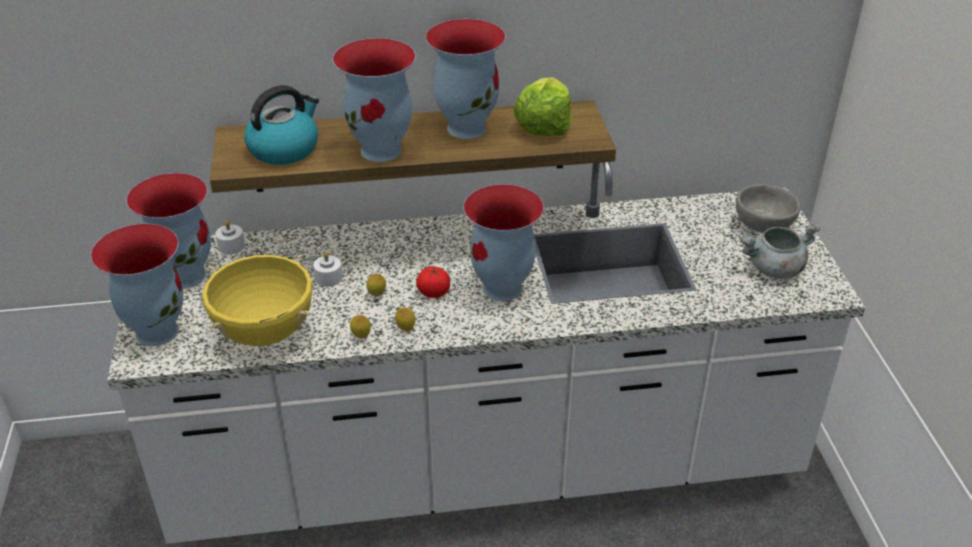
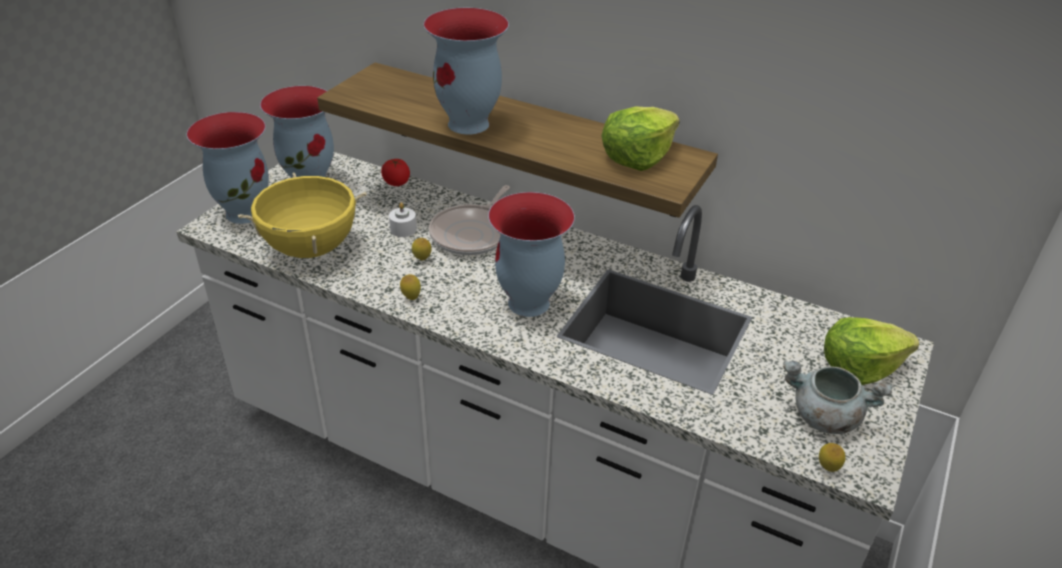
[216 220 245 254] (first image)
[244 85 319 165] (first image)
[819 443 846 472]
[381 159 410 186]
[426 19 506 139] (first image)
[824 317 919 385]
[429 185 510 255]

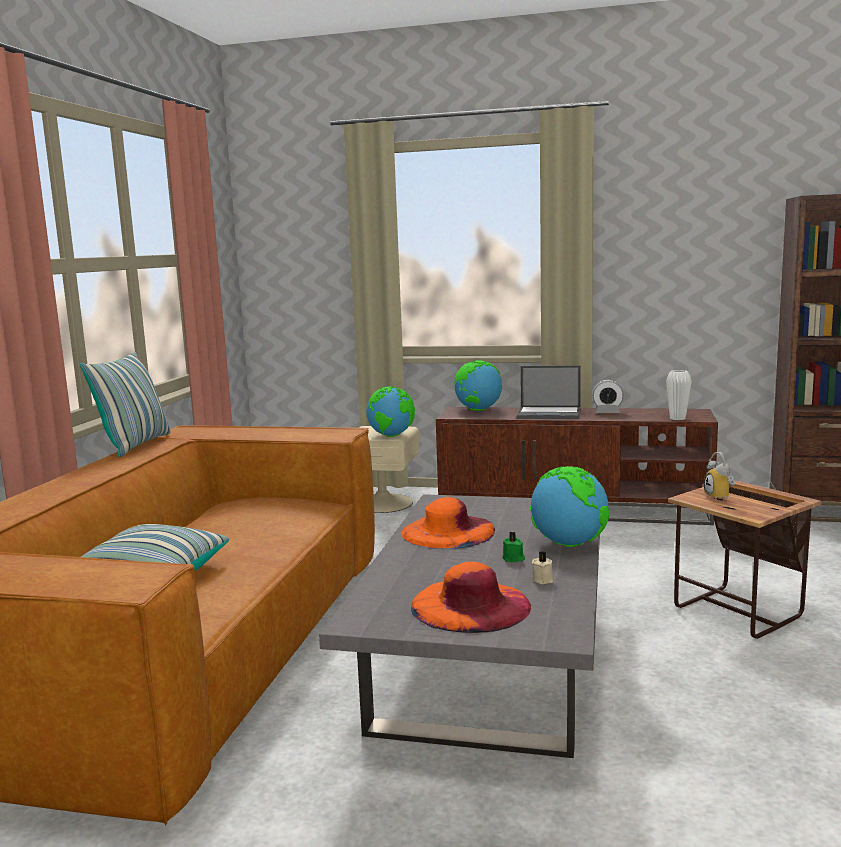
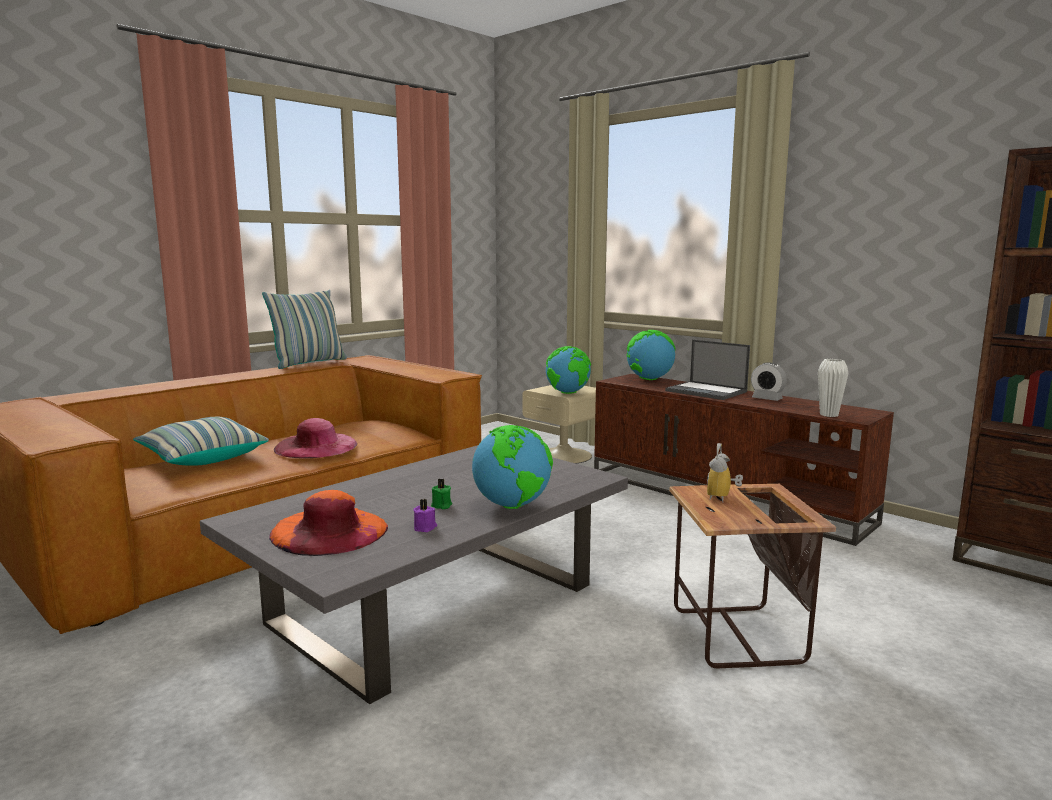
[401 497 495 549] (first image)
[413 499 437 532]
[274 418 357 458]

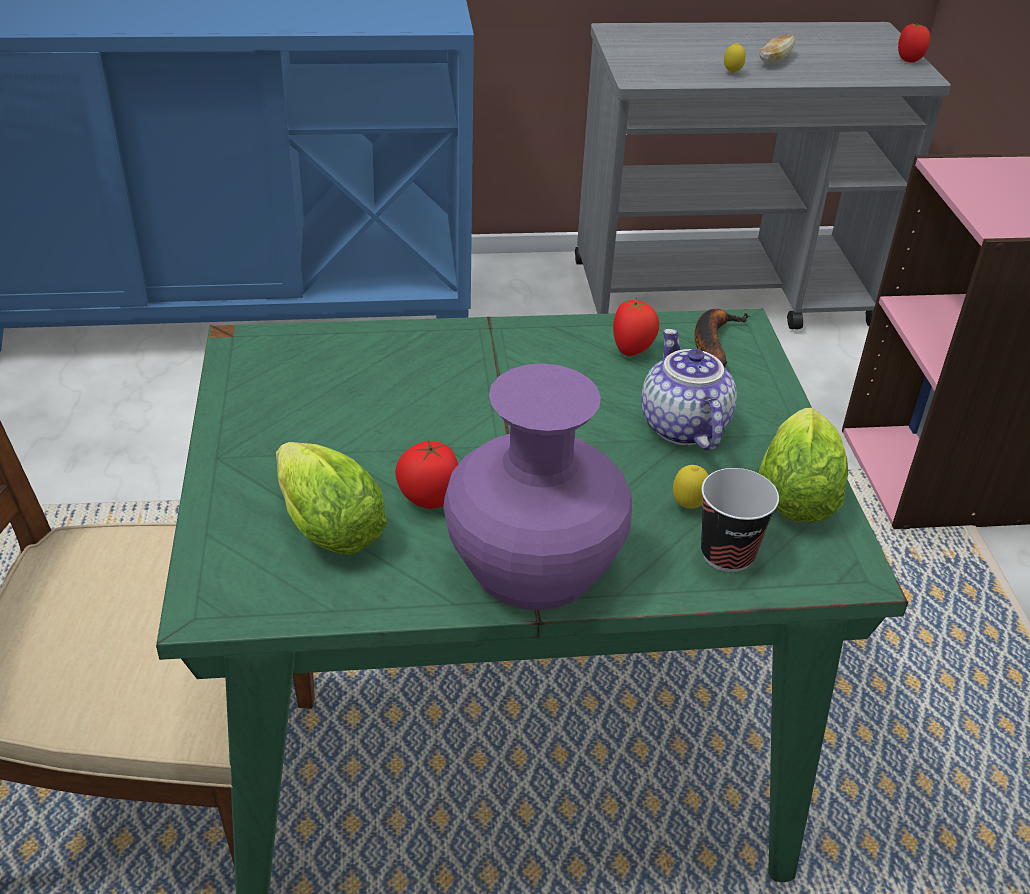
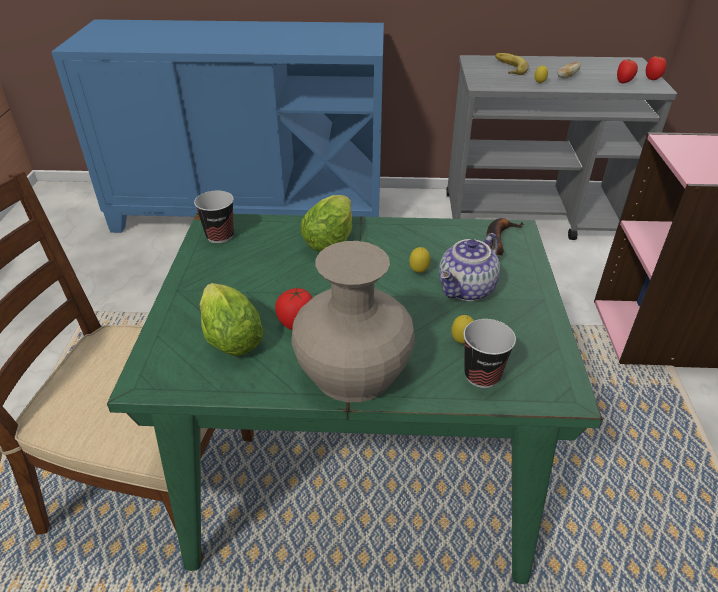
[291 241 415 402]
[617 59 638 83]
[439 233 500 301]
[300 195 352 252]
[194 190 234 243]
[409 247 431 273]
[495 53 529 75]

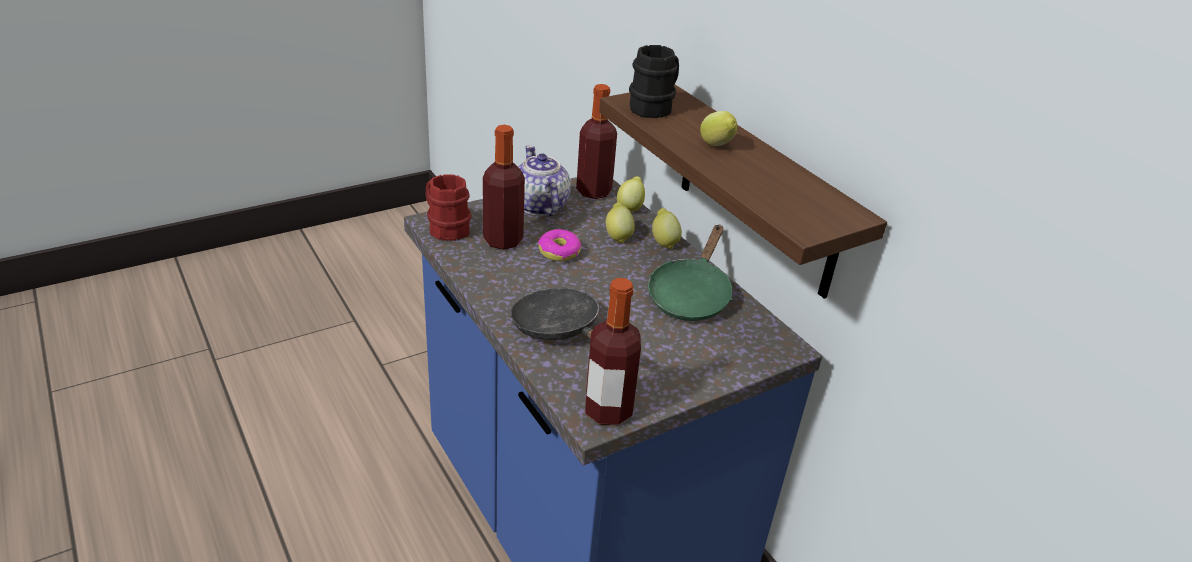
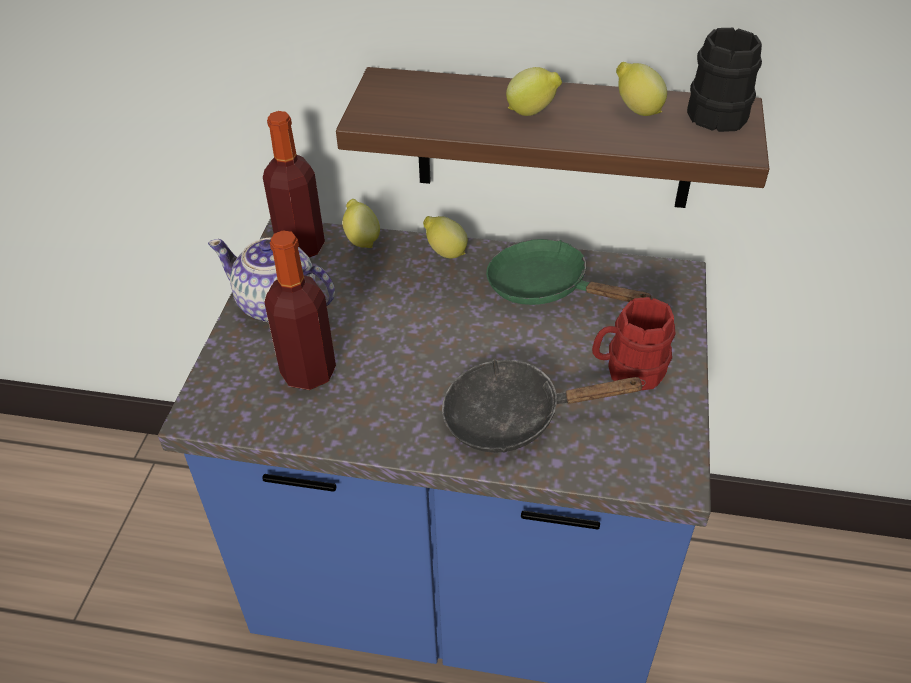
[592 297 675 391]
[538 229 581 261] (first image)
[585 278 641 425] (first image)
[616 62 667 116]
[687 28 762 132]
[486 239 653 305]

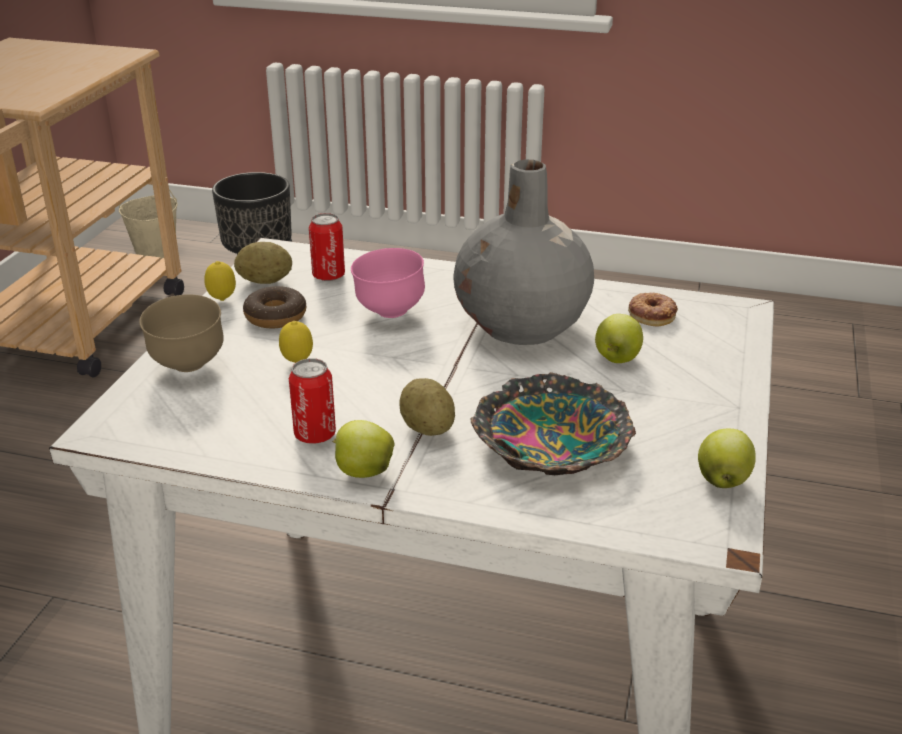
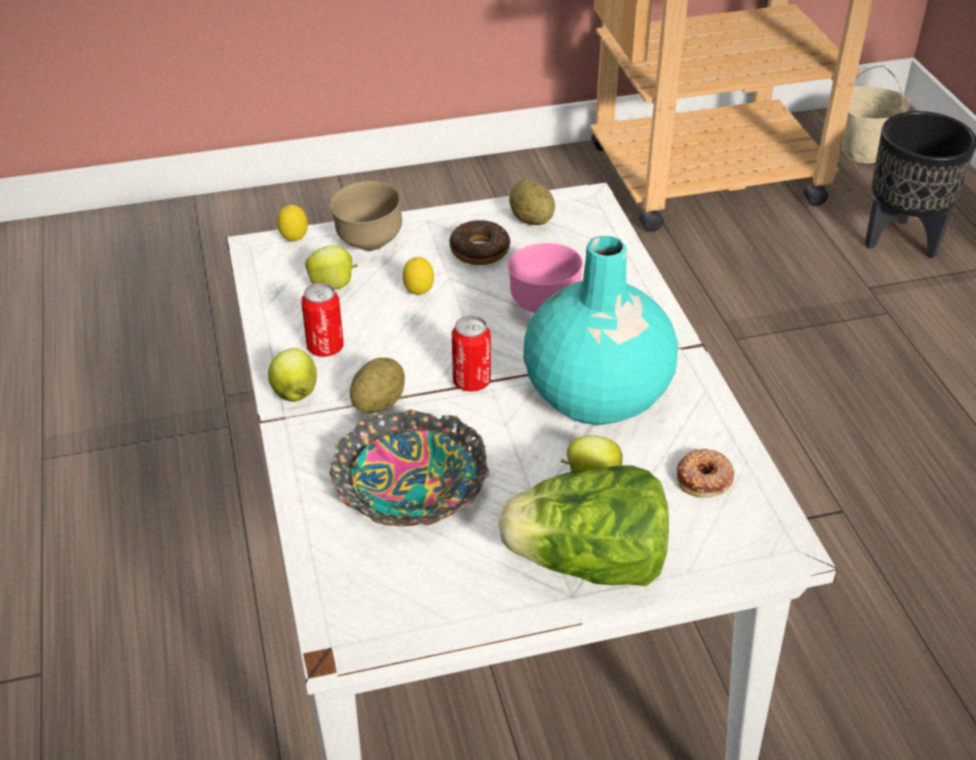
[277 205 308 242]
[452 316 491 392]
[523 236 678 425]
[305 246 358 290]
[498 465 669 586]

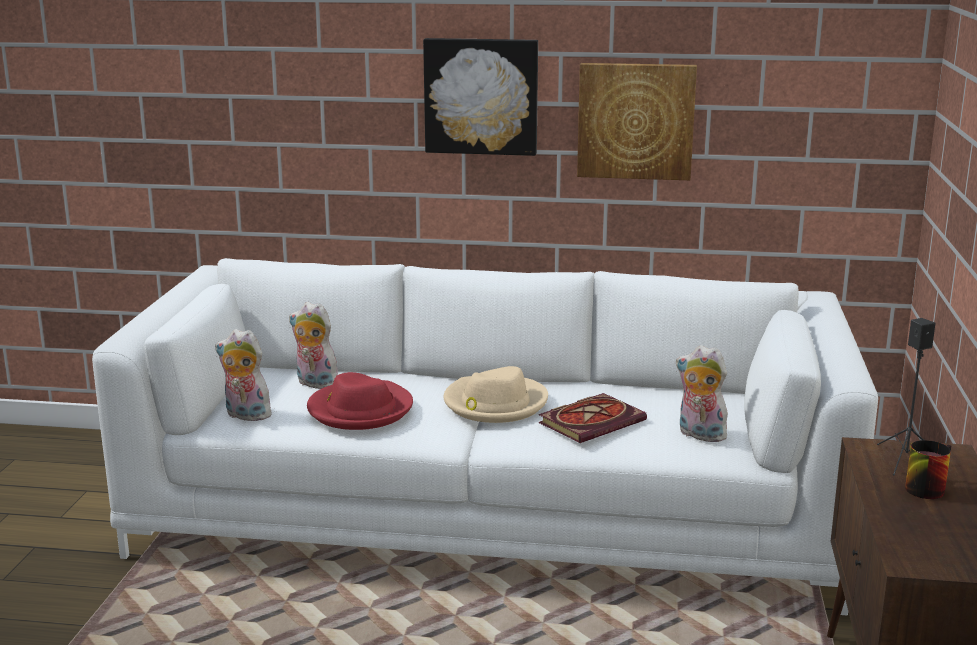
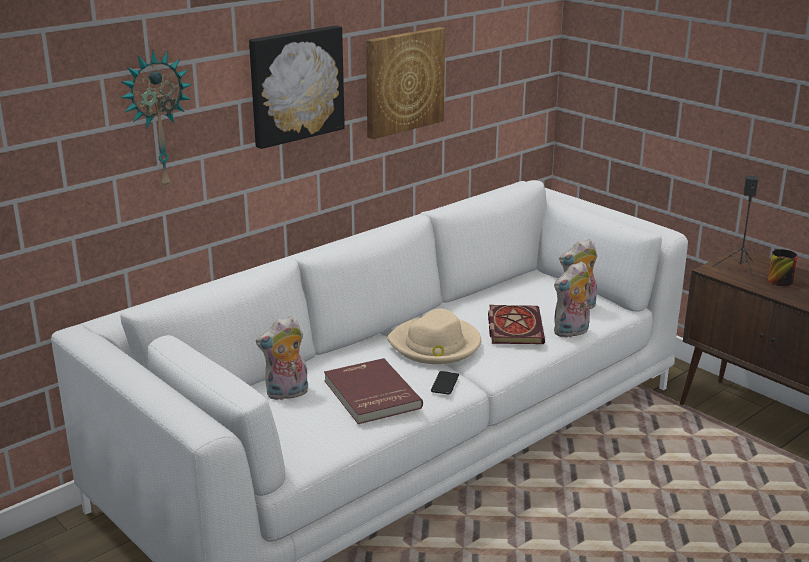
[554 261 590 338]
[324 358 423 424]
[120 50 192 190]
[431 371 459 394]

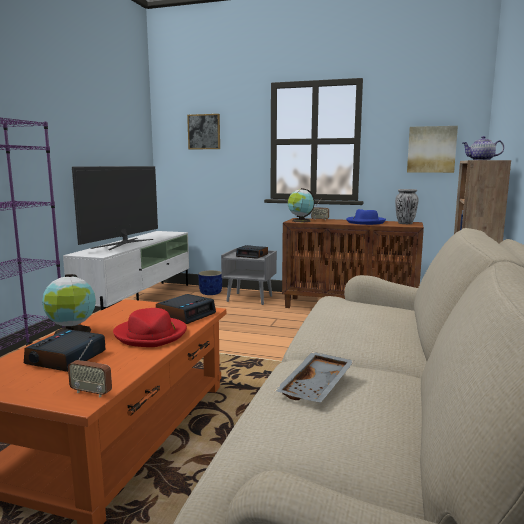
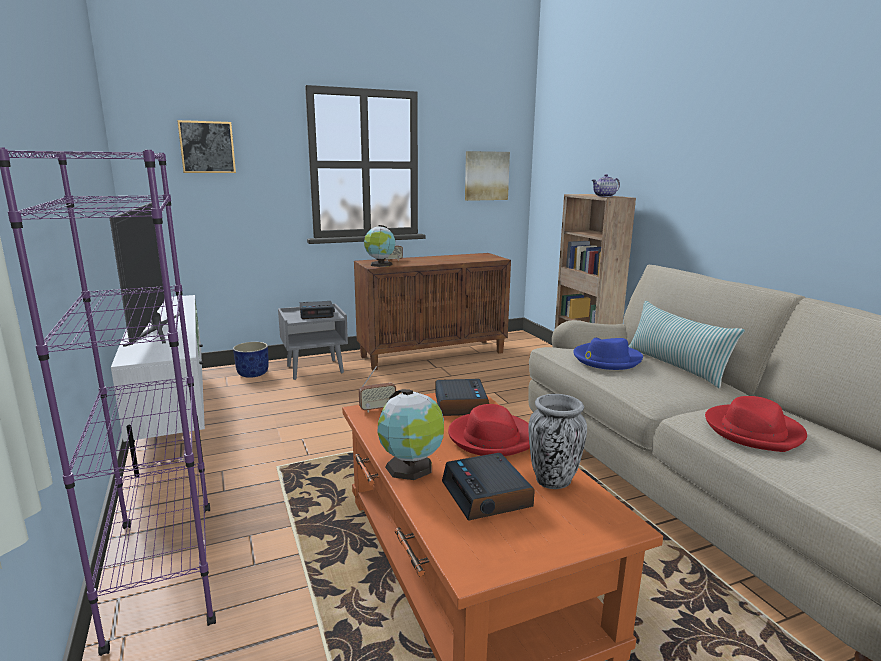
[359 366 396 412]
[705 396 807 452]
[573 338 643 370]
[528 394 587 489]
[629 301 745 389]

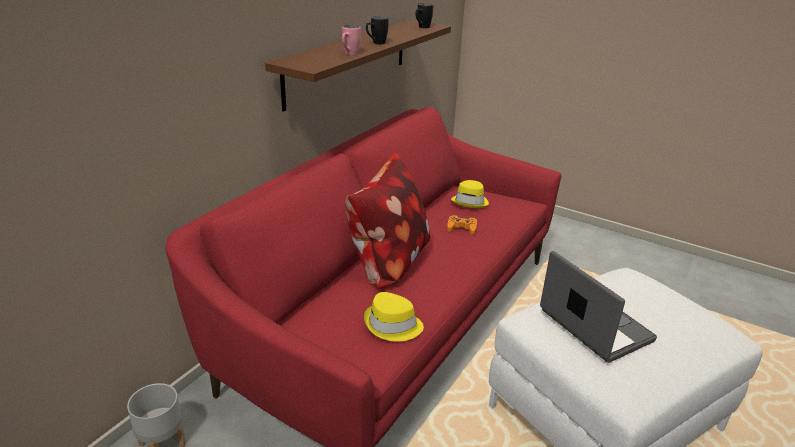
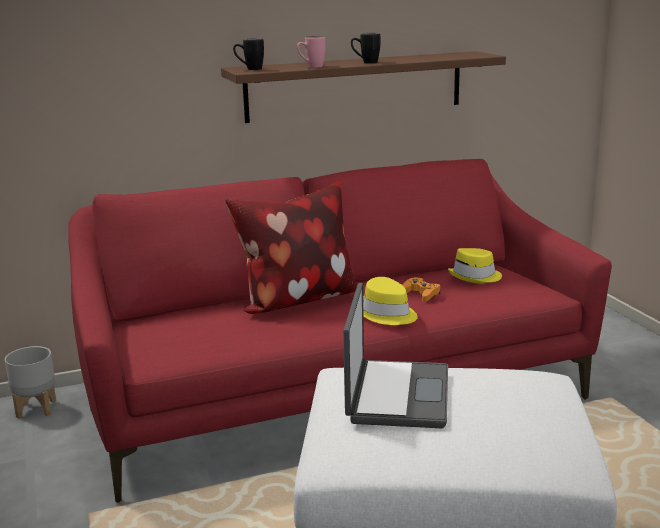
[363 277 418 325]
[233 38 264 70]

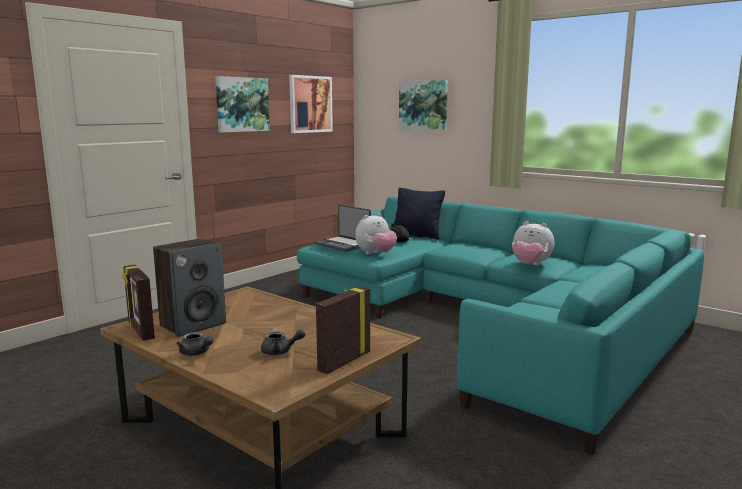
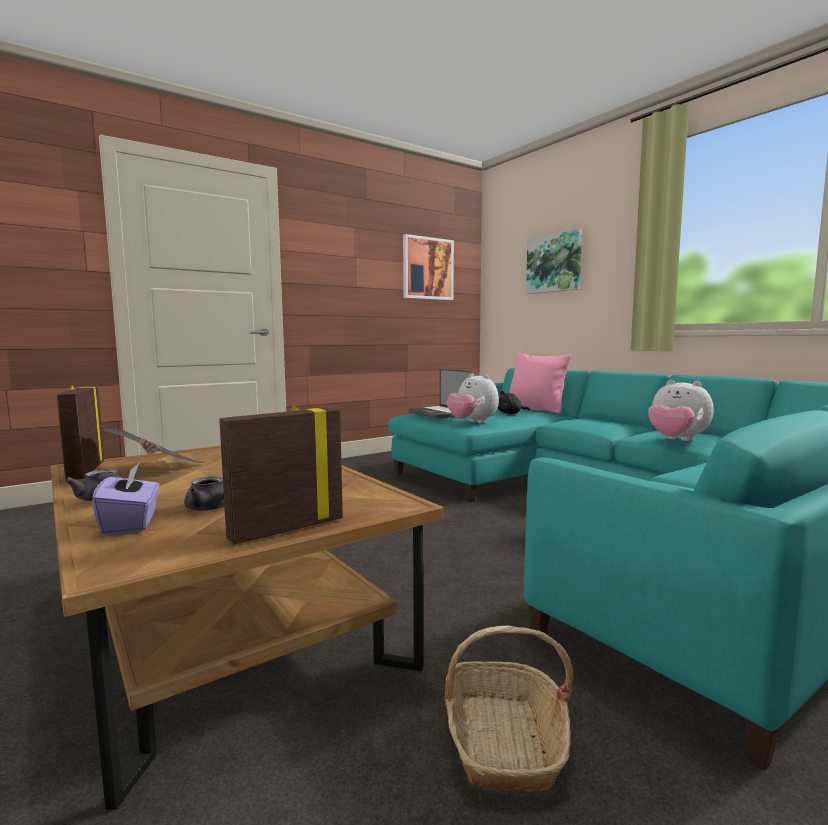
[99 426 205 463]
[215 76 270 133] (first image)
[447 373 499 423]
[509 354 571 414]
[92 462 159 535]
[445 626 573 792]

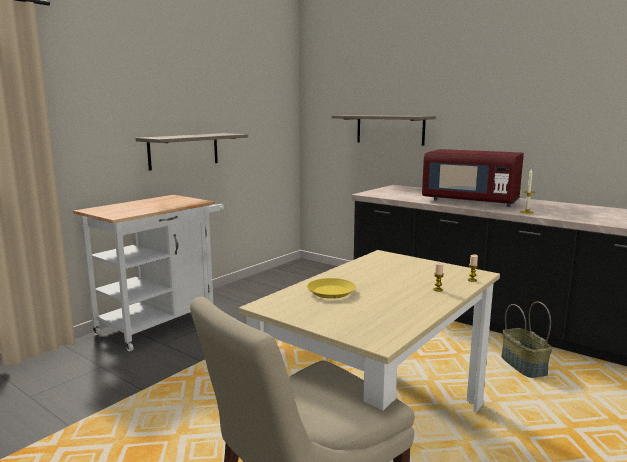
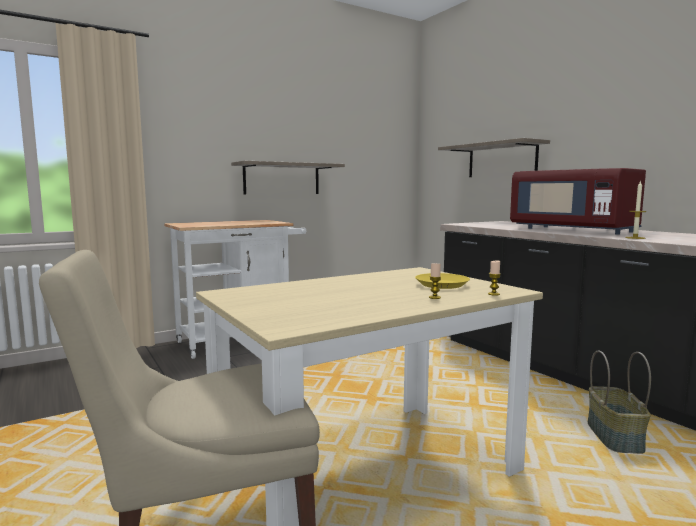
[415 273 470 289]

